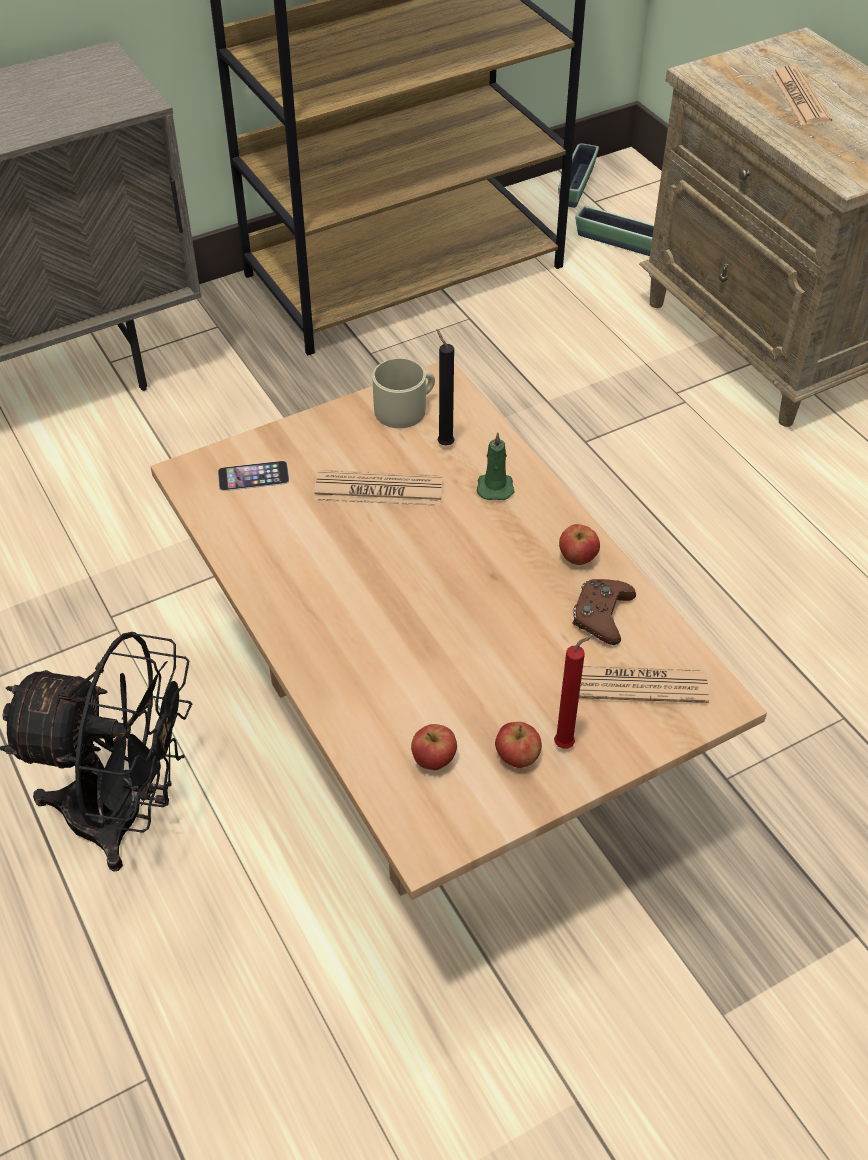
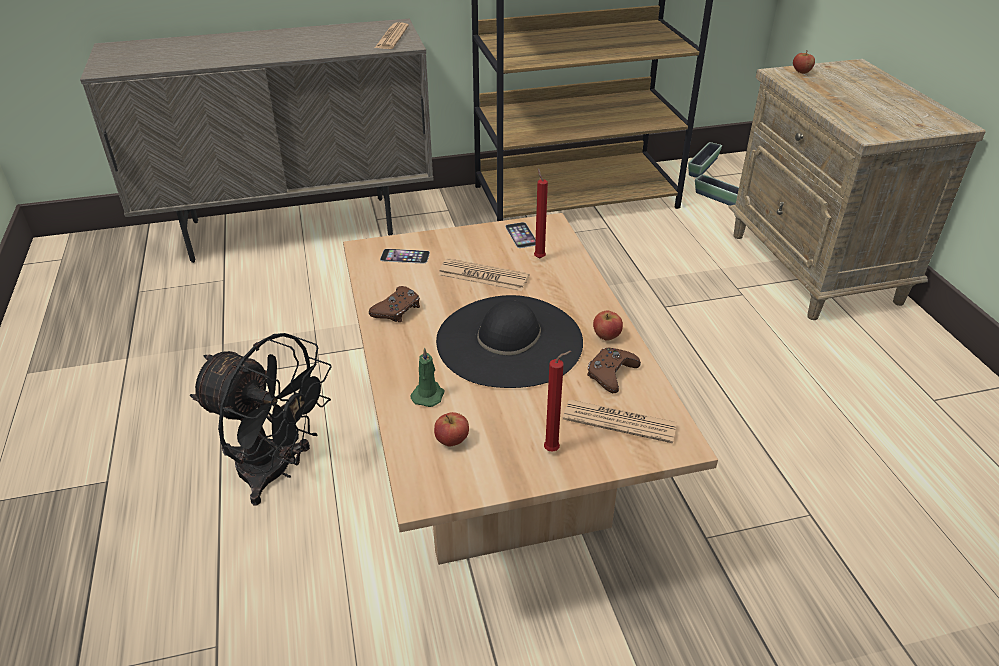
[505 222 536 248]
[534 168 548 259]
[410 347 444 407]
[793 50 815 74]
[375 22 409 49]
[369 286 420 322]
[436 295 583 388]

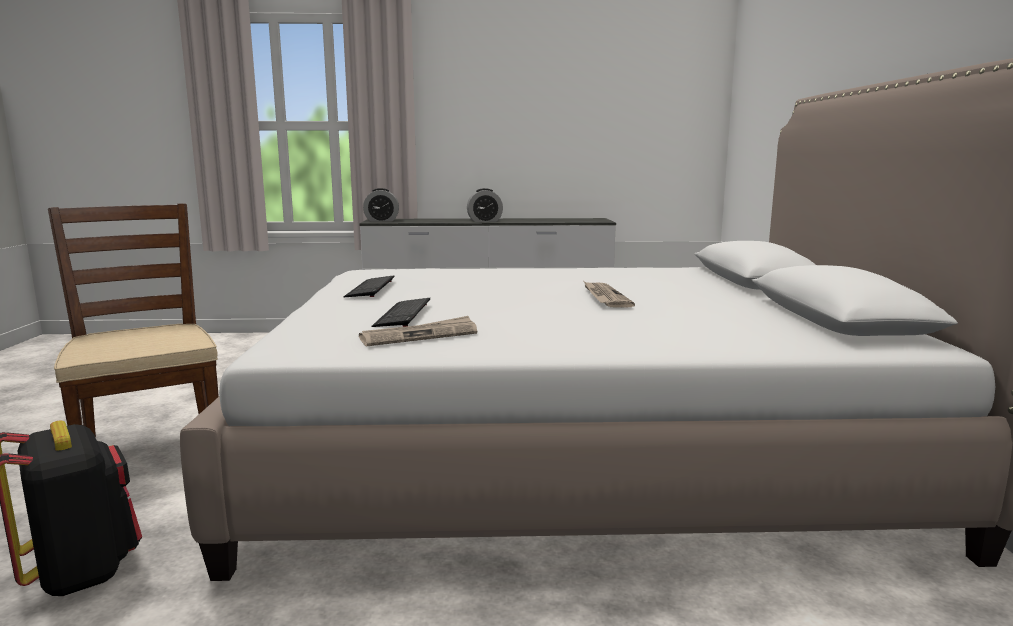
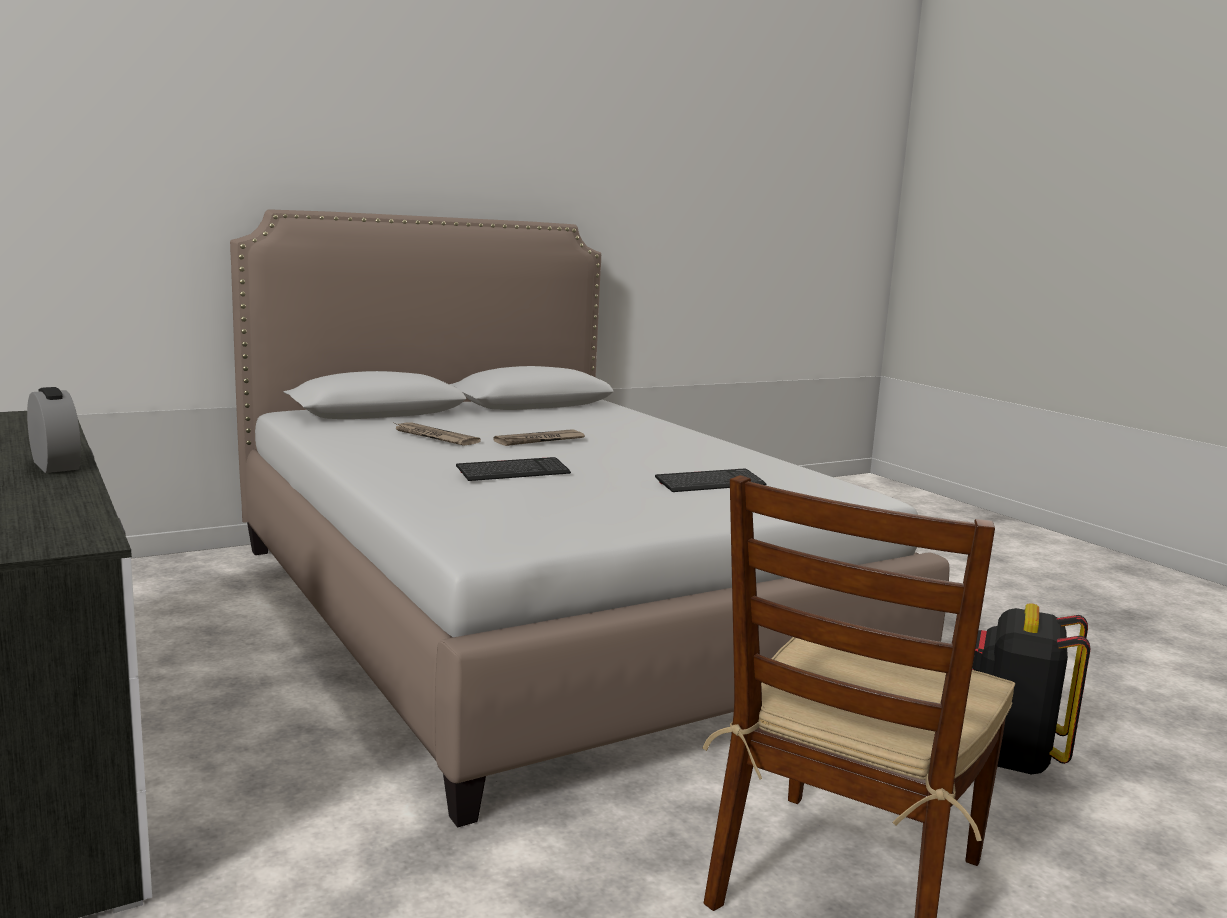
[456 457 571 481]
[392 422 481 446]
[363 188 399 222] (first image)

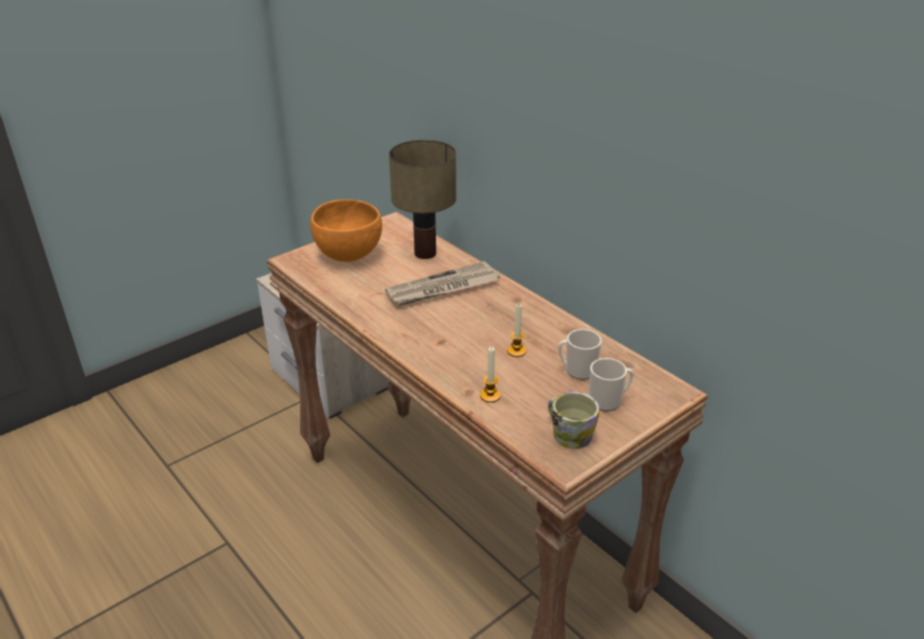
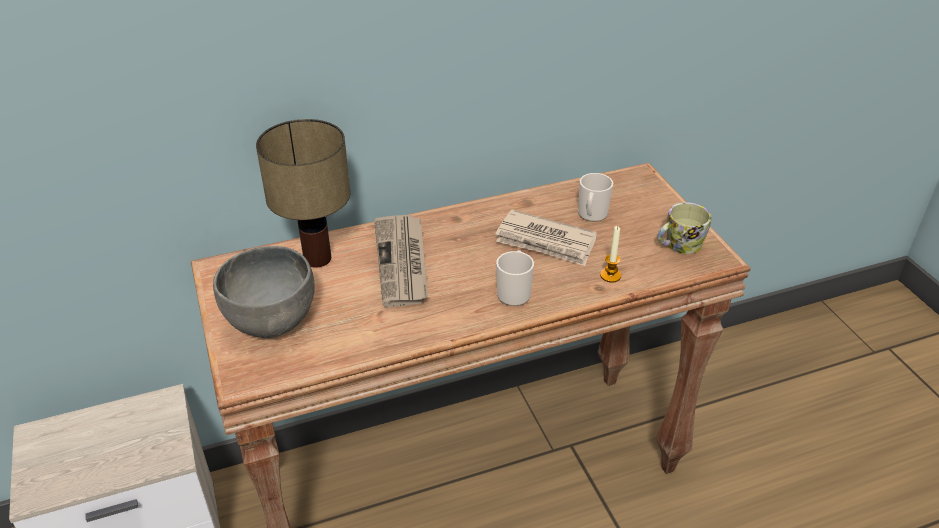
[213 246 315 338]
[495 210 597 266]
[496 250 534 306]

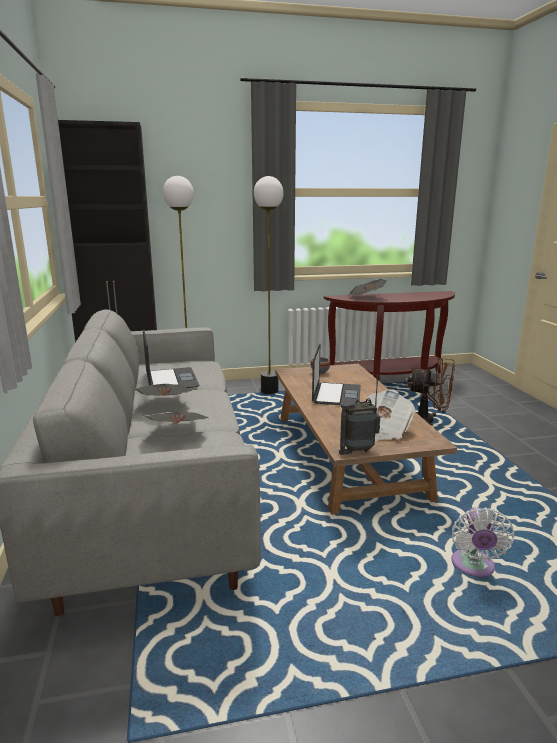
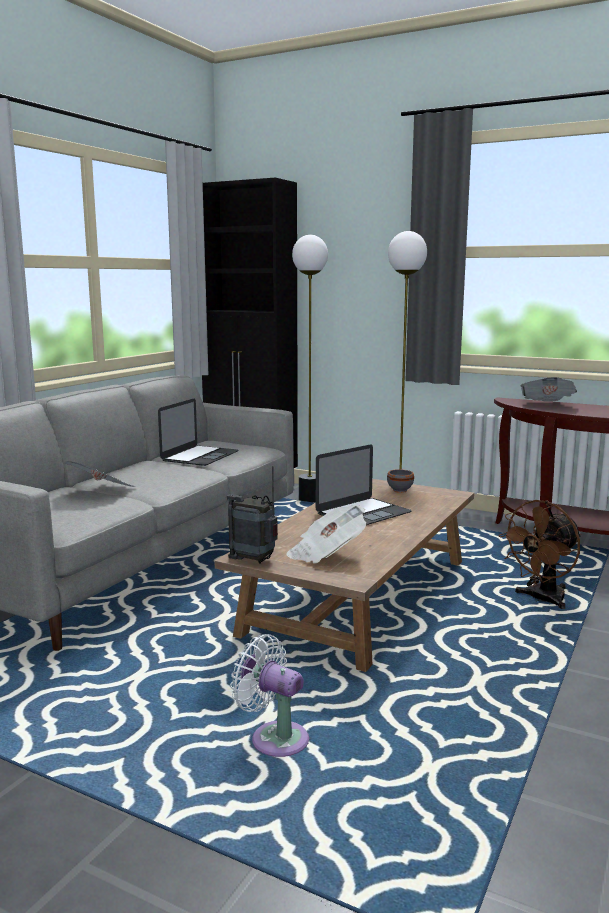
[134 384 192 396] (first image)
[498 500 582 609]
[231 634 309 757]

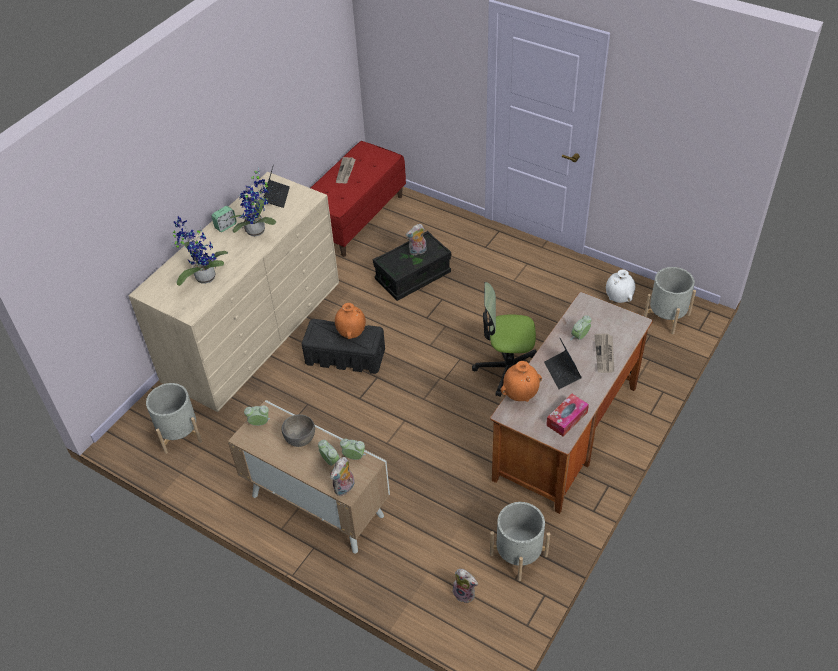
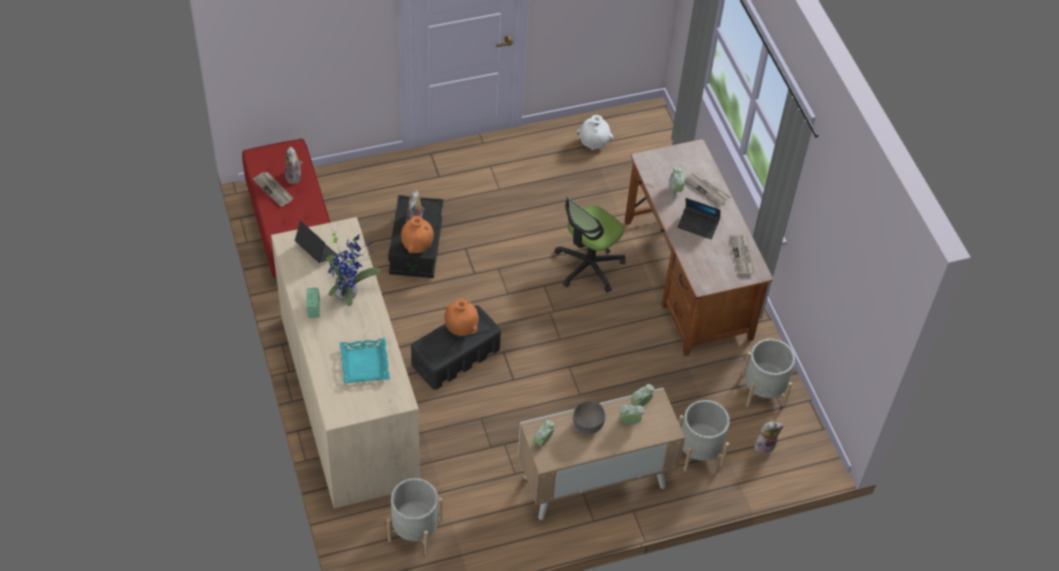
[340 338 390 384]
[285 147 303 184]
[401 216 434 253]
[729 234 755 275]
[679 400 730 471]

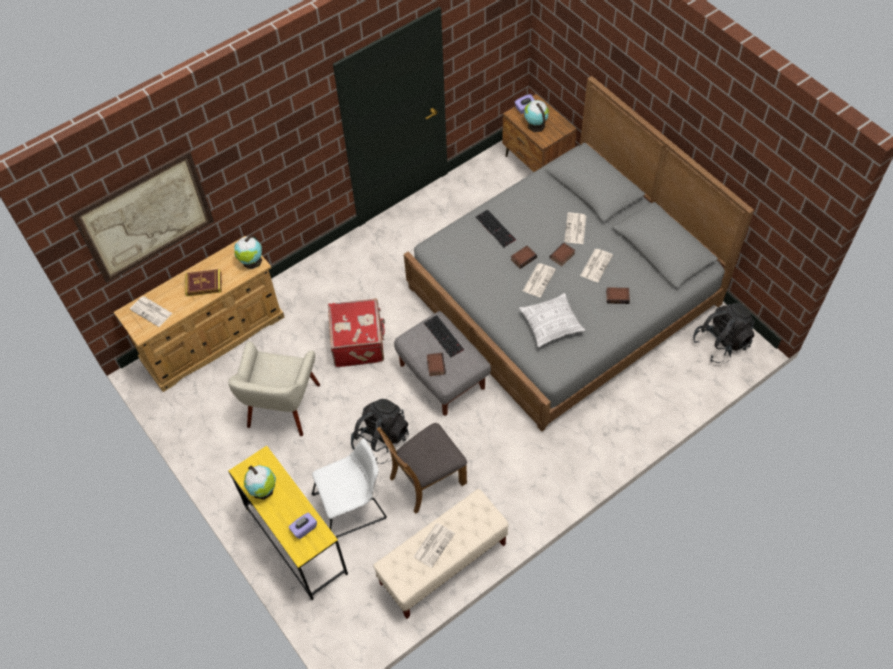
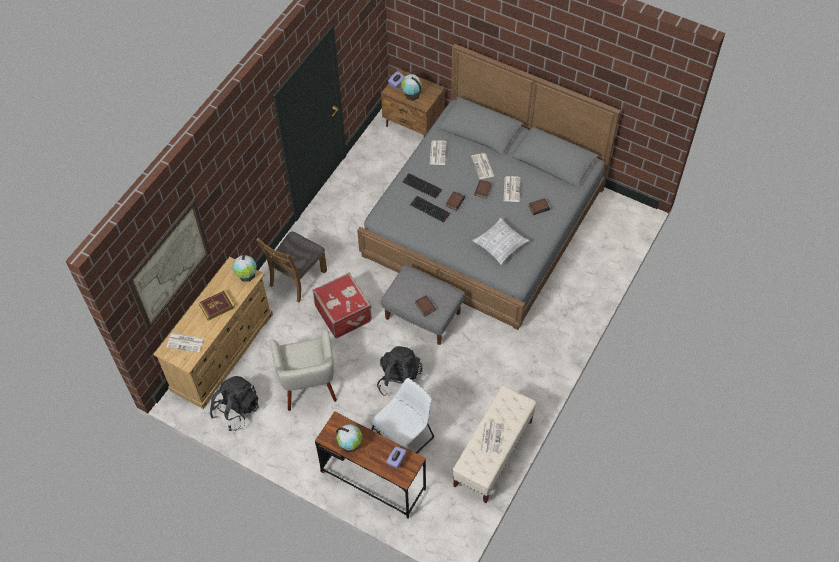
[315 411 426 519]
[256 232 327 302]
[410 196 450 223]
[430 140 447 165]
[210 376 259 431]

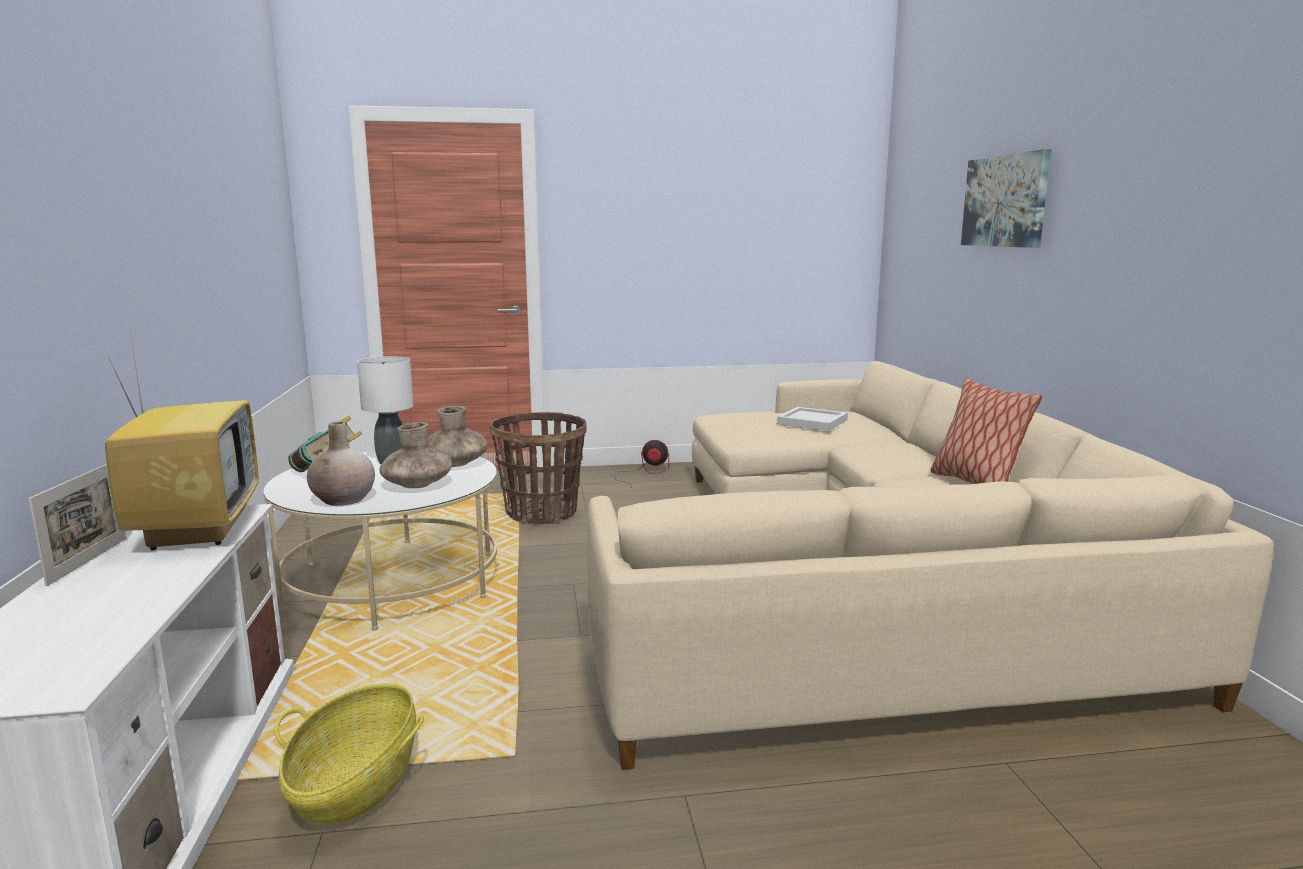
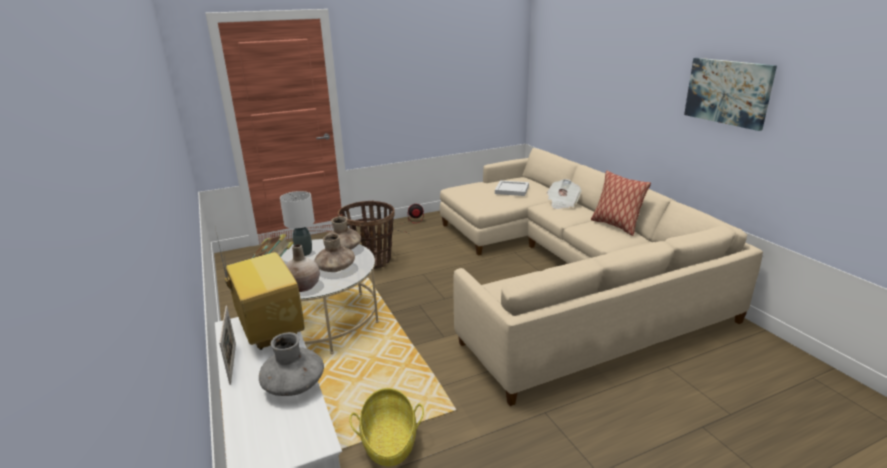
[684 58 777 131]
[259 332 324 396]
[547 179 582 209]

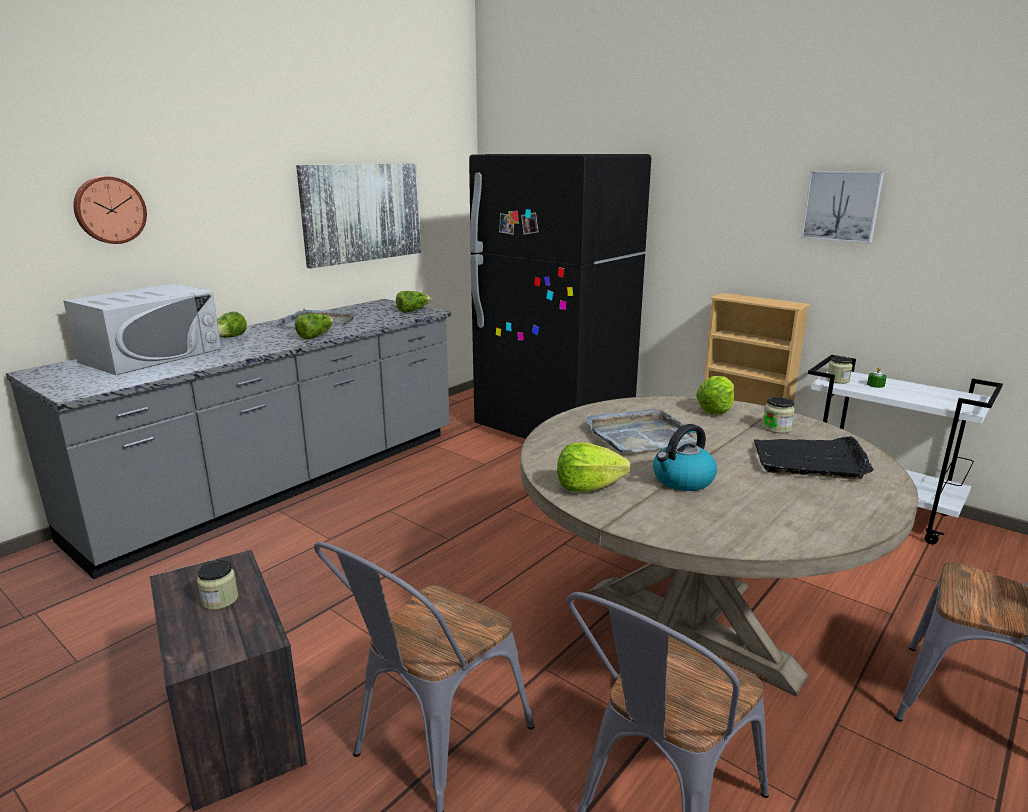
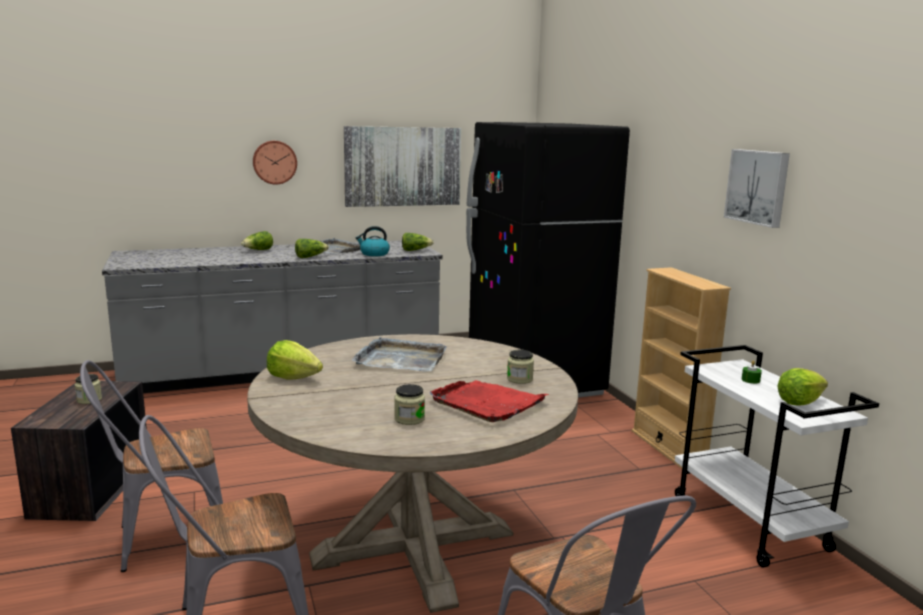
[63 284 221 375] (first image)
[253 141 297 185]
[356 226 390 256]
[777 368 828 405]
[430 380 549 422]
[394 384 425 425]

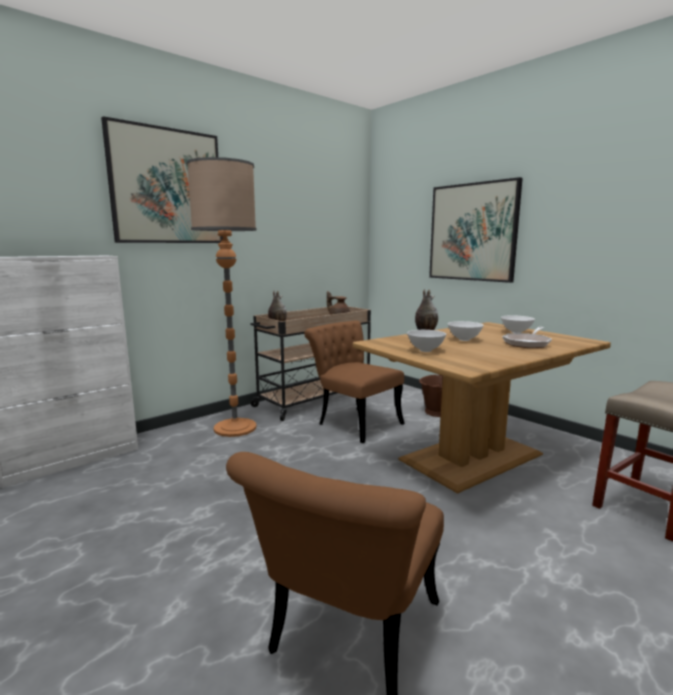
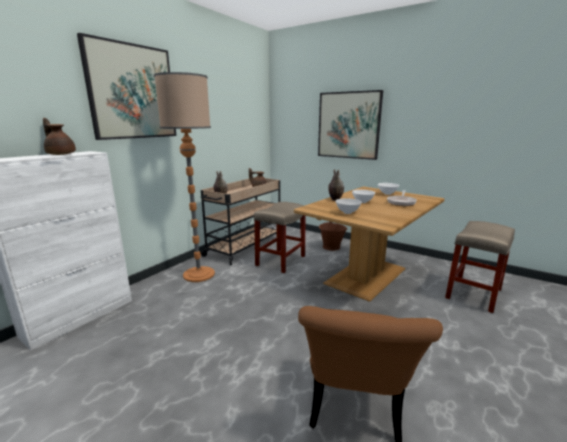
[254 202 306 273]
[43 118 76 155]

